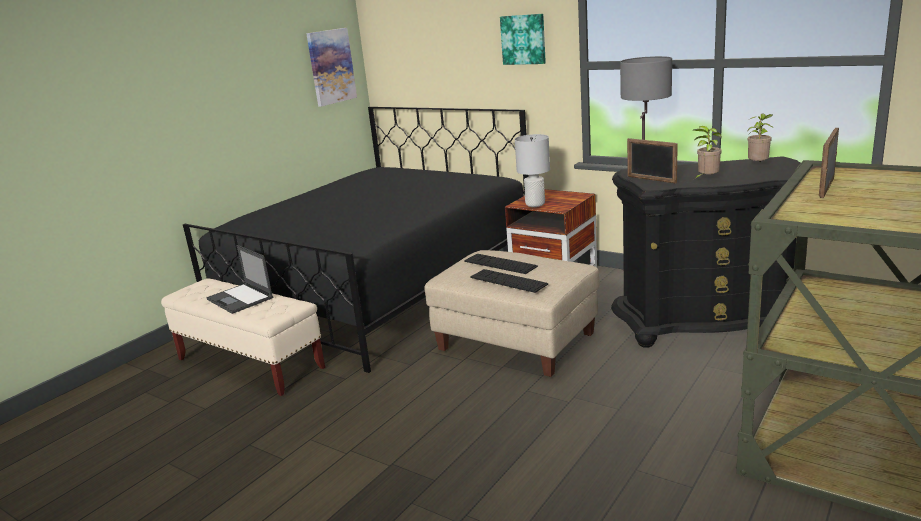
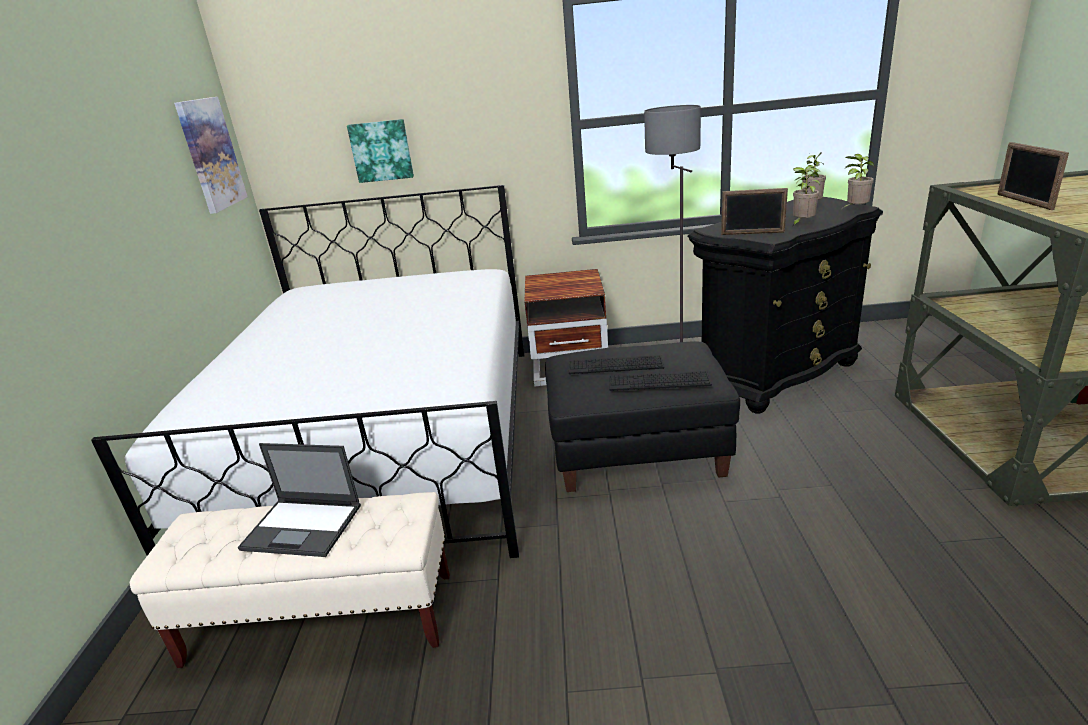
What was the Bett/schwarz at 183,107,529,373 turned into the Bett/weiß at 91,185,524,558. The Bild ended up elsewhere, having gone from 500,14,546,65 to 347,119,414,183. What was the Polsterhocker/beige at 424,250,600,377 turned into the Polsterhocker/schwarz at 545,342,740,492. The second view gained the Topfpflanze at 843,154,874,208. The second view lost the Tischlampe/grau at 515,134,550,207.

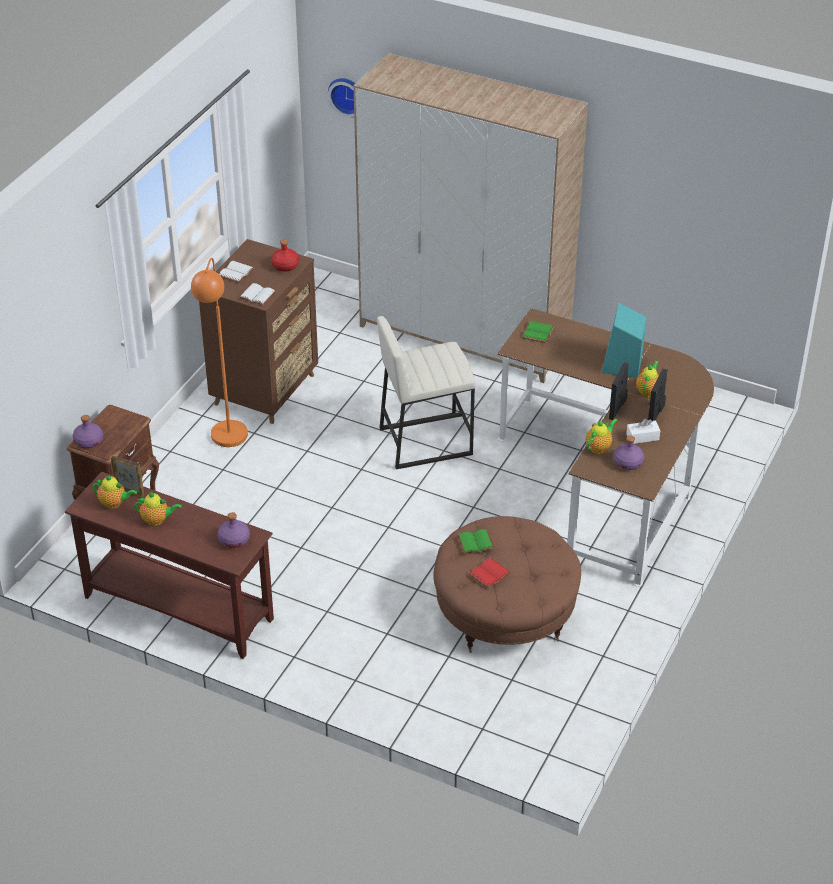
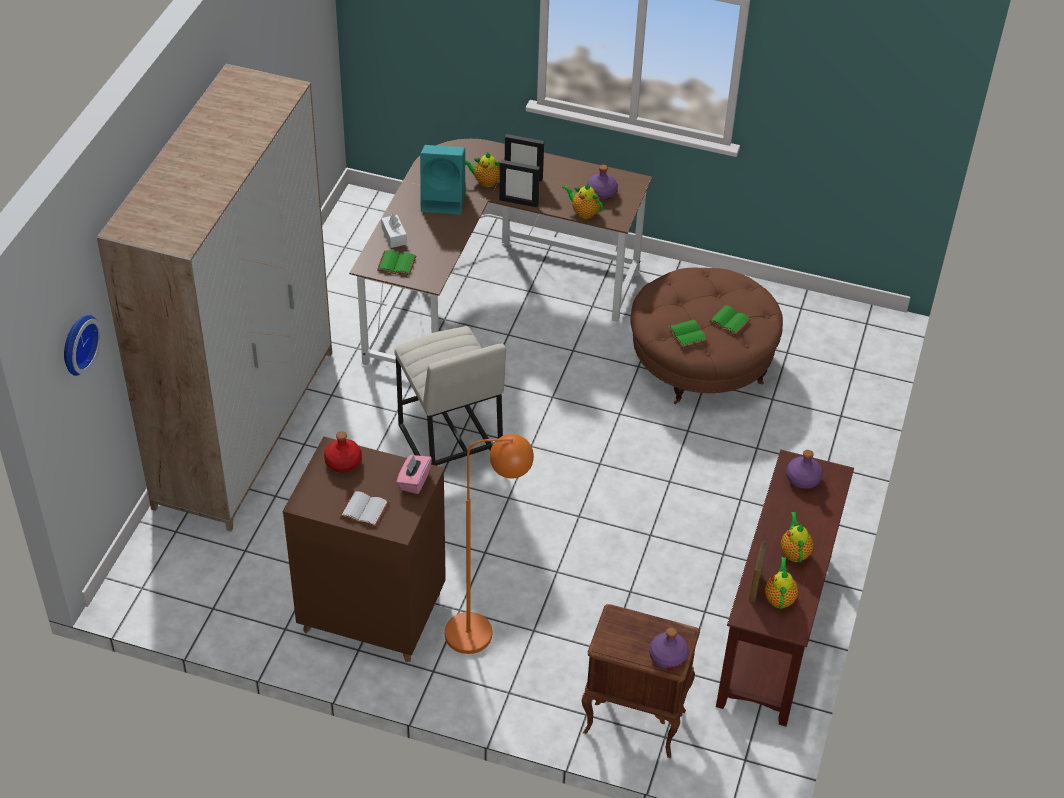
The Taschentuchbox/weiß ended up elsewhere, having gone from 626,419,660,444 to 381,214,407,248. Where the Buch/weiß stood at 238,283,276,306, the Taschentuchbox/rosa came to stand at 396,454,432,494. What was the Buch/rot at 469,558,511,589 turned into the Buch/grün at 709,305,751,335.

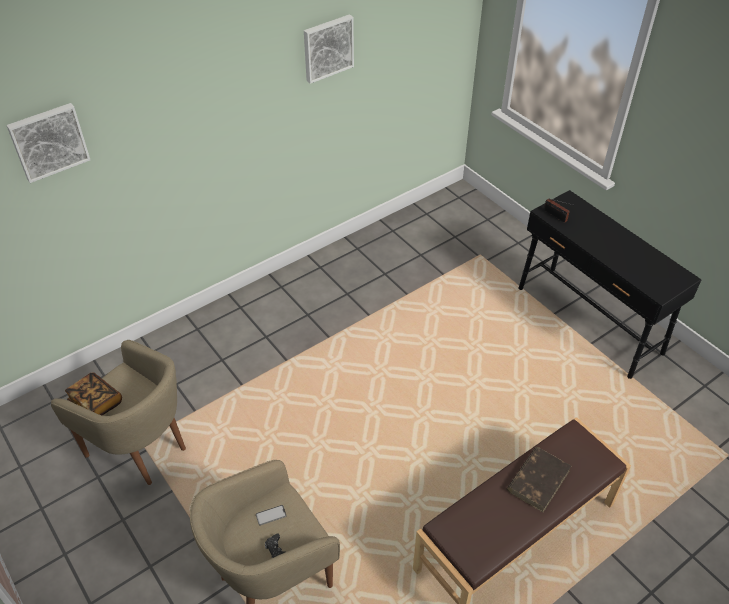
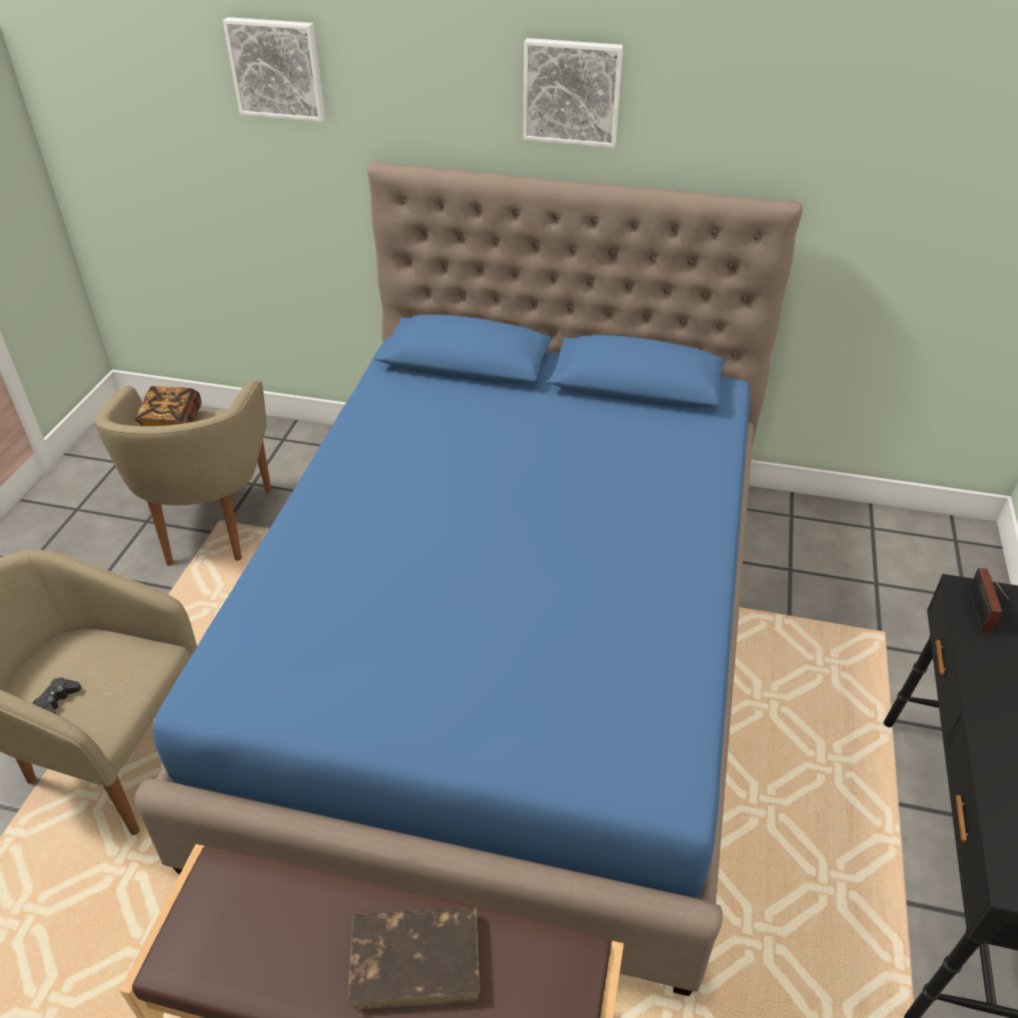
The second view gained the Bett/blau at 134,162,803,996. The Bild ended up elsewhere, having gone from 304,14,354,84 to 523,38,623,148. The second view lost the Handy at 256,505,286,526.

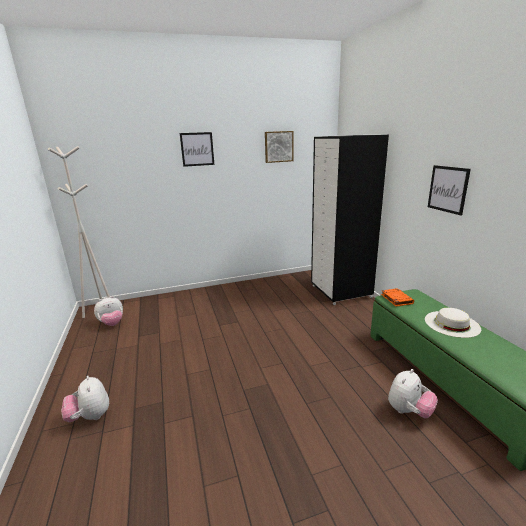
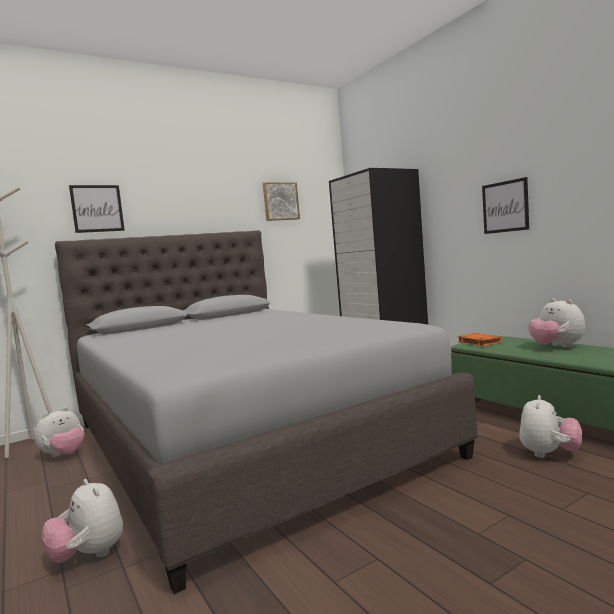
The second view gained the Bett/grau at 55,230,478,594. The Bild ended up elsewhere, having gone from 180,132,214,167 to 69,185,125,233. Where the Hut/weiß stood at 425,308,481,338, the Plüschtier came to stand at 528,298,585,348.

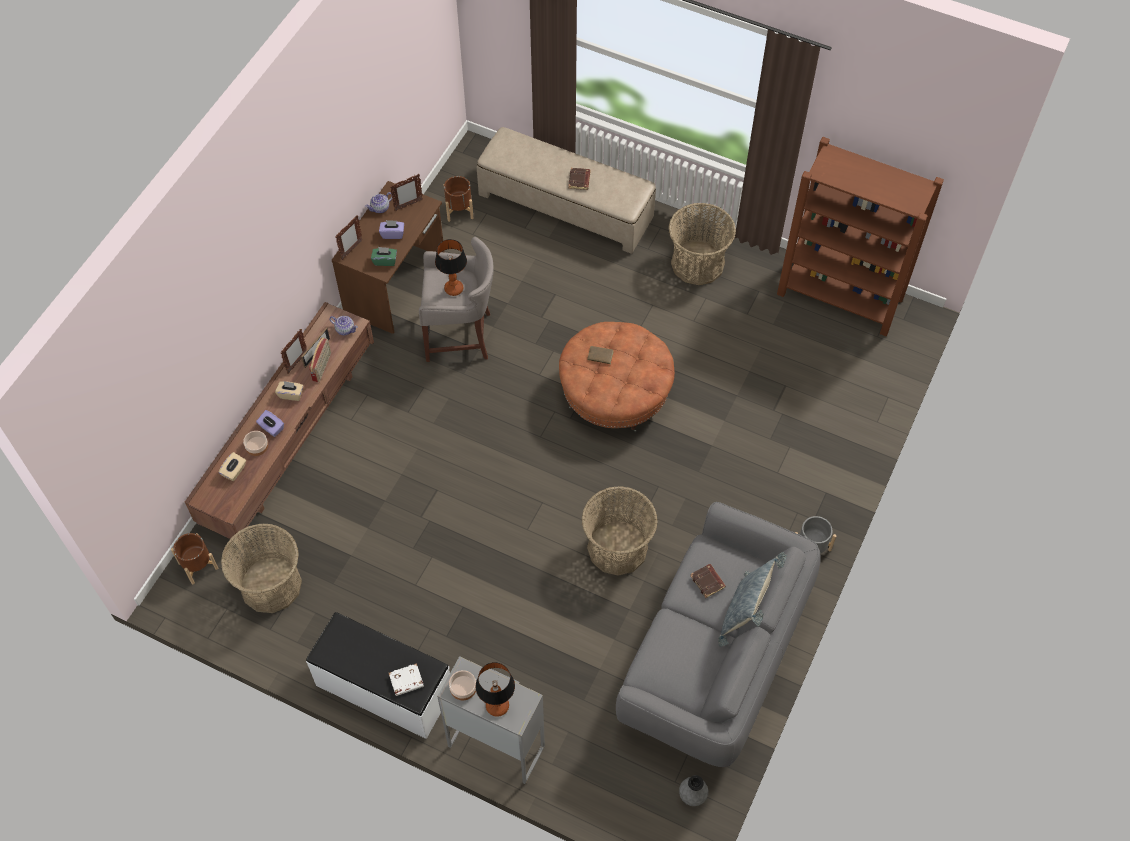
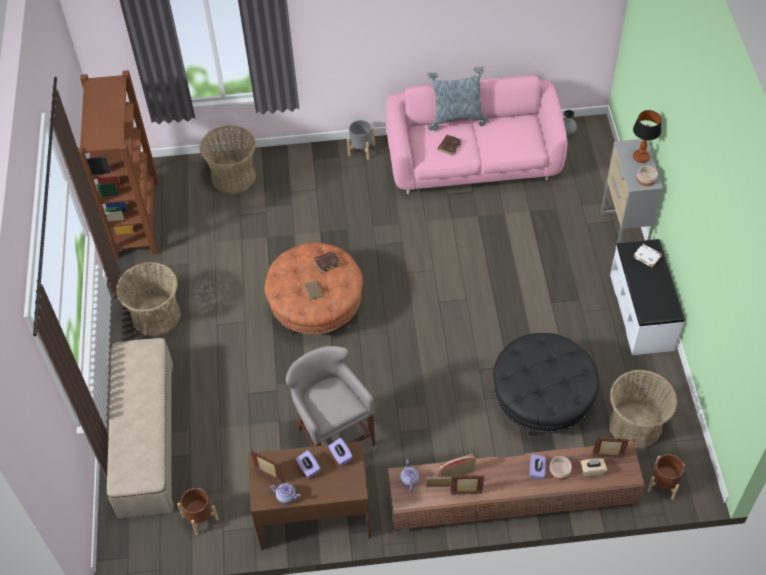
The Korb ended up elsewhere, having gone from 582,486,658,576 to 200,125,256,194. The Buch/braun ended up elsewhere, having gone from 569,168,591,190 to 313,250,341,273. What was the Taschentuchbox/grün at 371,247,397,266 turned into the Taschentuchbox/lila at 328,438,353,466. What was the Sofa/grau at 616,502,821,767 turned into the Sofa/rosa at 386,75,567,194. The second view gained the Polsterhocker/schwarz at 493,333,599,438. The Bilderrahmen ended up elsewhere, having gone from 336,215,363,260 to 592,437,630,458. The second view lost the Taschentuchbox/beige at 275,381,303,401. The second view lost the Tischlampe at 435,239,467,296.

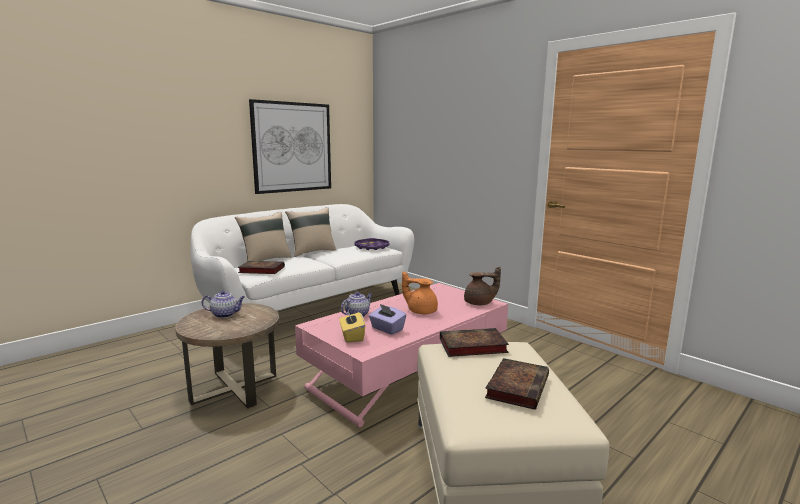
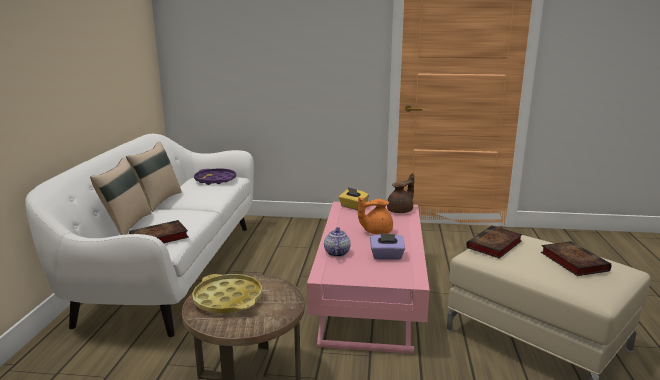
Where the Teekanne stood at 202,291,245,318, the Tablett/gelb came to stand at 192,274,262,314. The Taschentuchbox/gelb ended up elsewhere, having gone from 339,310,365,343 to 339,187,369,210. The second view lost the Bild at 249,99,331,194.

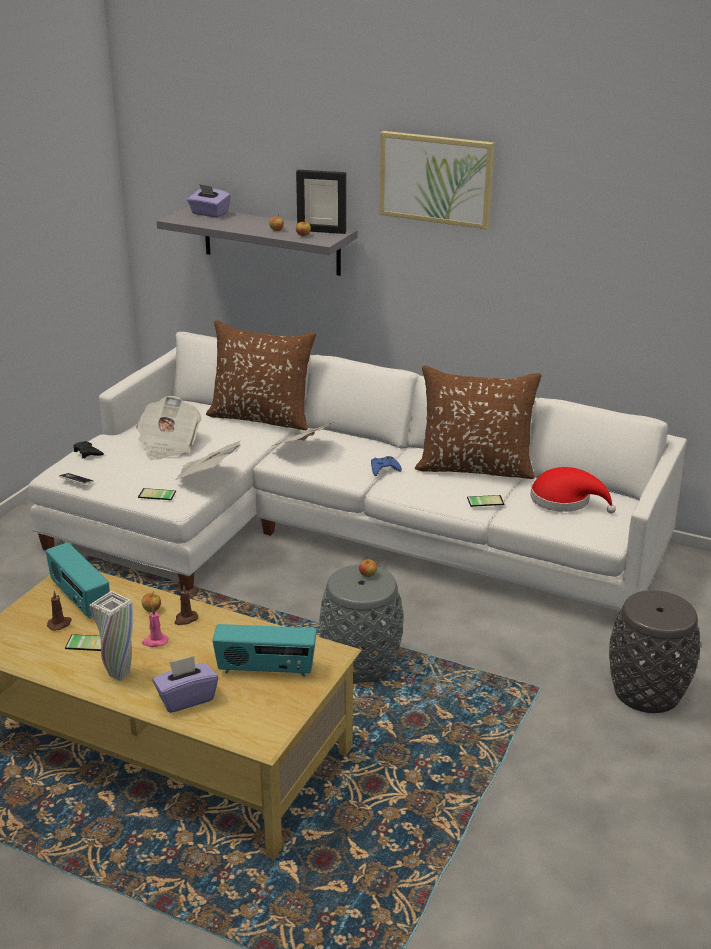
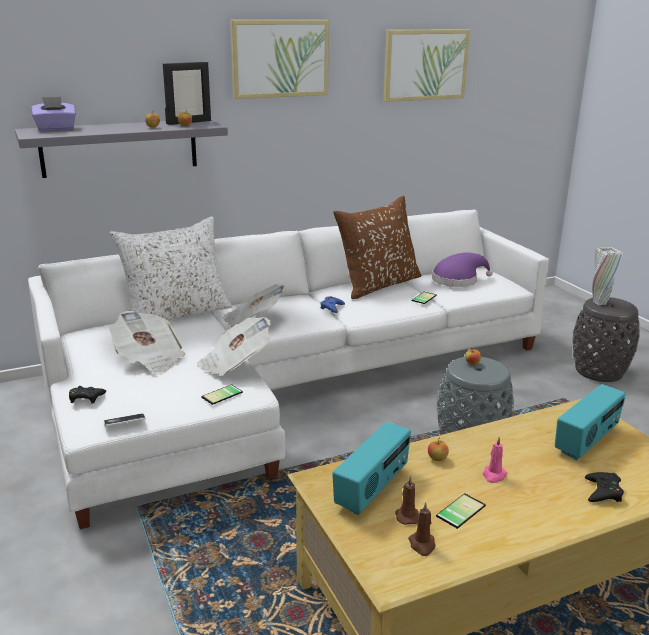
What was the Kissen/braun at 206,320,316,430 turned into the Kissen/weiß at 109,216,232,320. The Radio at 46,542,110,619 ended up facing another way, 60 degrees counterclockwise from before. The second view gained the Bild at 383,29,470,102. The Kerze/braun ended up elsewhere, having gone from 175,586,198,625 to 408,502,435,556. What was the Hut/rot at 530,467,616,513 turned into the Hut/lila at 432,253,493,287. Where the Taschentuchbox/lila stood at 152,656,218,713, the Gamepad/schwarz came to stand at 585,472,624,502. The Vase/weiß ended up elsewhere, having gone from 89,591,133,681 to 592,247,623,305.

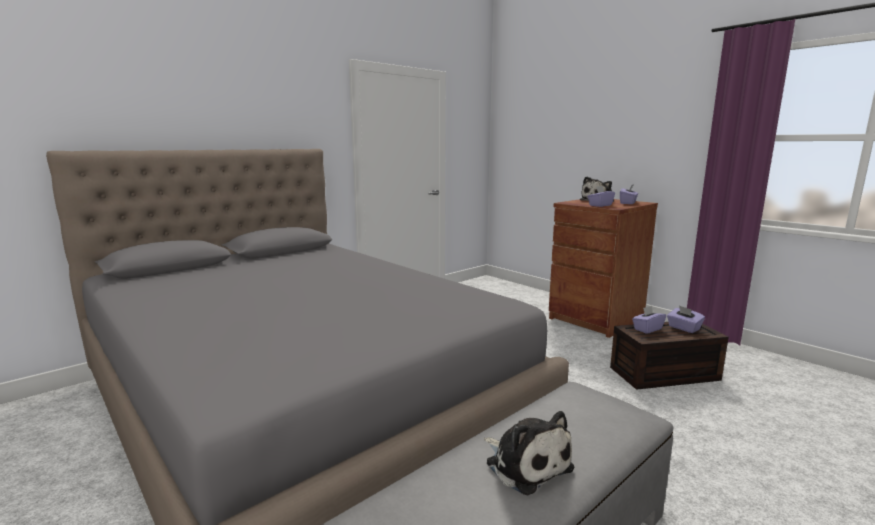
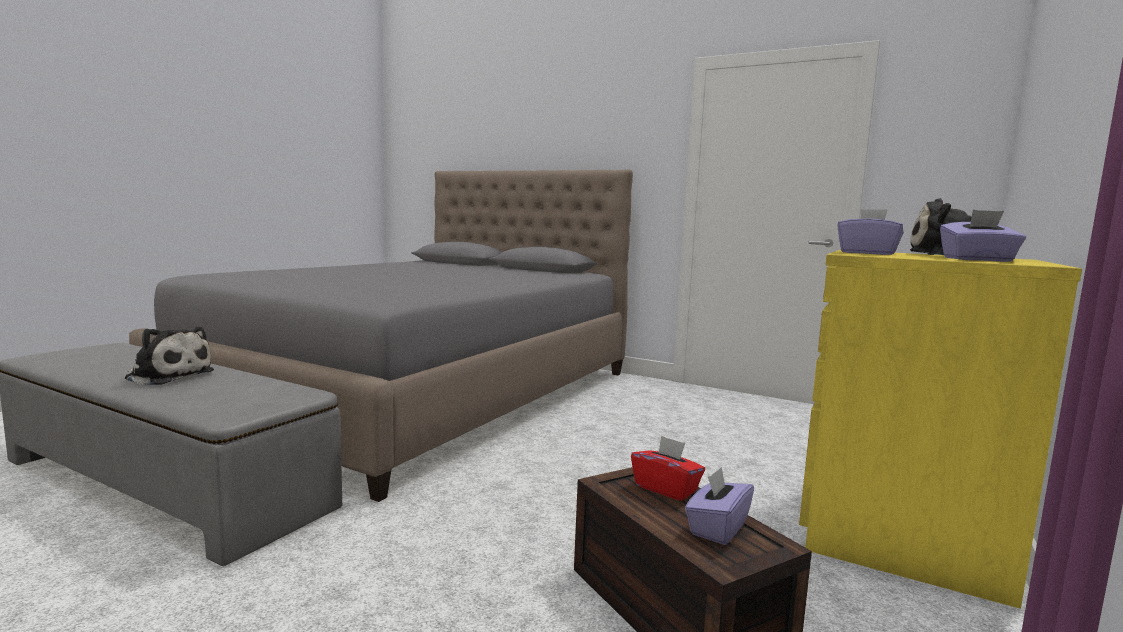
The Plüschtier at 484,411,574,496 ended up facing another way, 105 degrees counterclockwise from before. What was the Taschentuchbox/lila at 632,306,666,334 turned into the Taschentuchbox/rot at 631,435,705,501. What was the Kommode/braun at 549,199,658,338 turned into the Kommode/gelb at 799,250,1082,609.

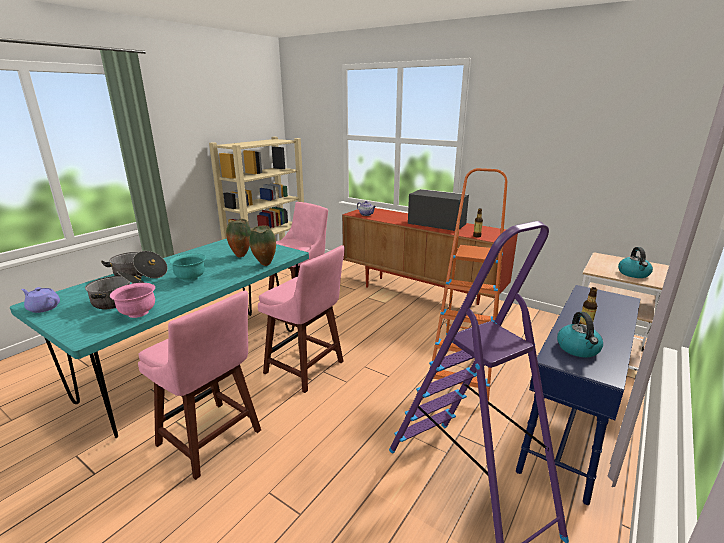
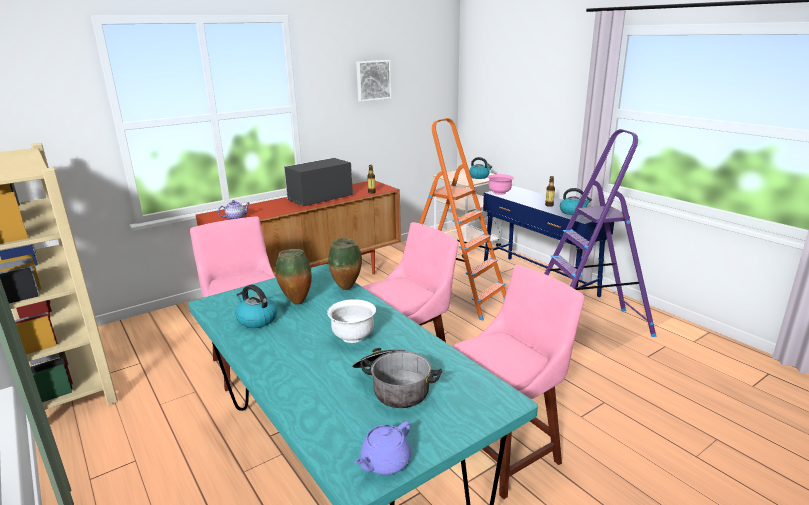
The second view gained the Wasserkessel at 236,285,277,328. What was the Schüssel/türkis at 169,253,206,282 turned into the Schüssel/weiß at 327,299,376,343. The second view gained the Bild at 356,60,391,102. The Schüssel/rosa ended up elsewhere, having gone from 110,283,155,318 to 488,174,514,195. The second view lost the Kochtopf at 101,251,168,278.

